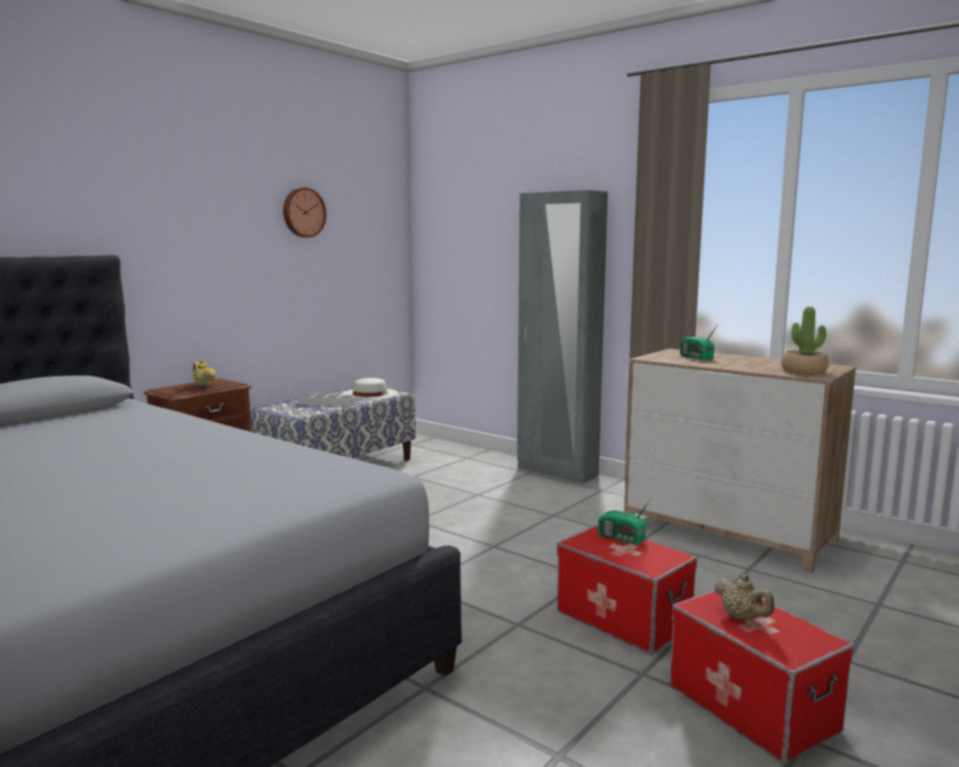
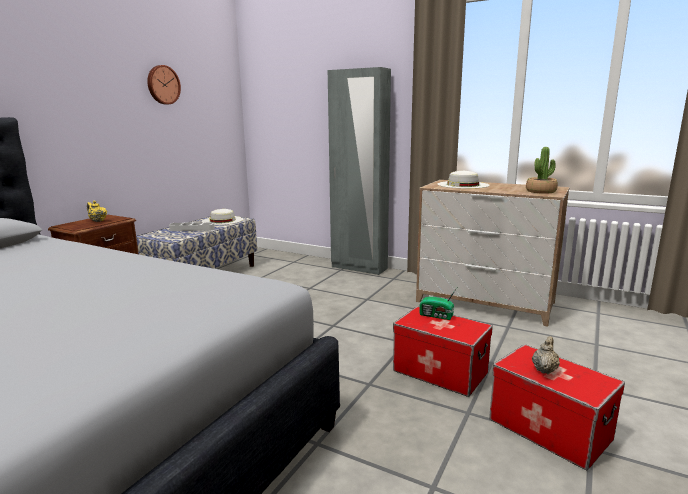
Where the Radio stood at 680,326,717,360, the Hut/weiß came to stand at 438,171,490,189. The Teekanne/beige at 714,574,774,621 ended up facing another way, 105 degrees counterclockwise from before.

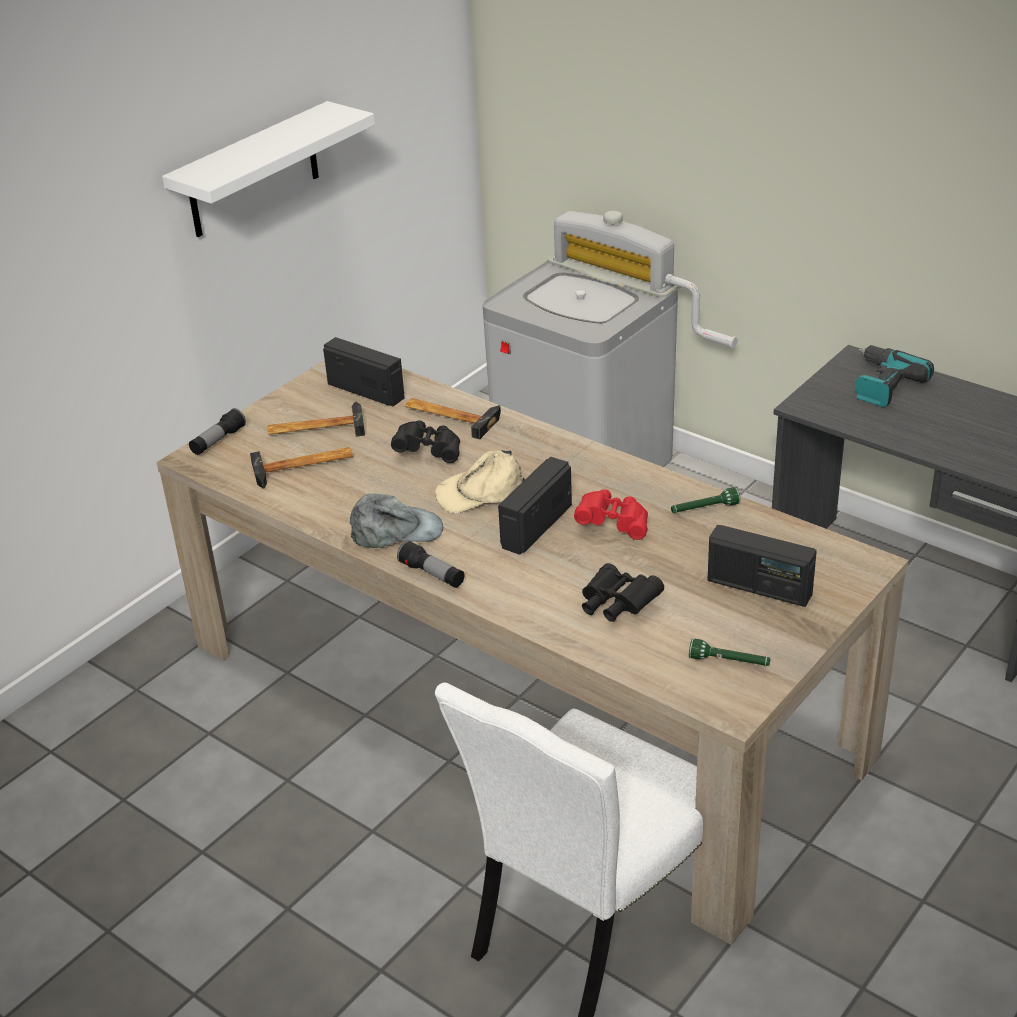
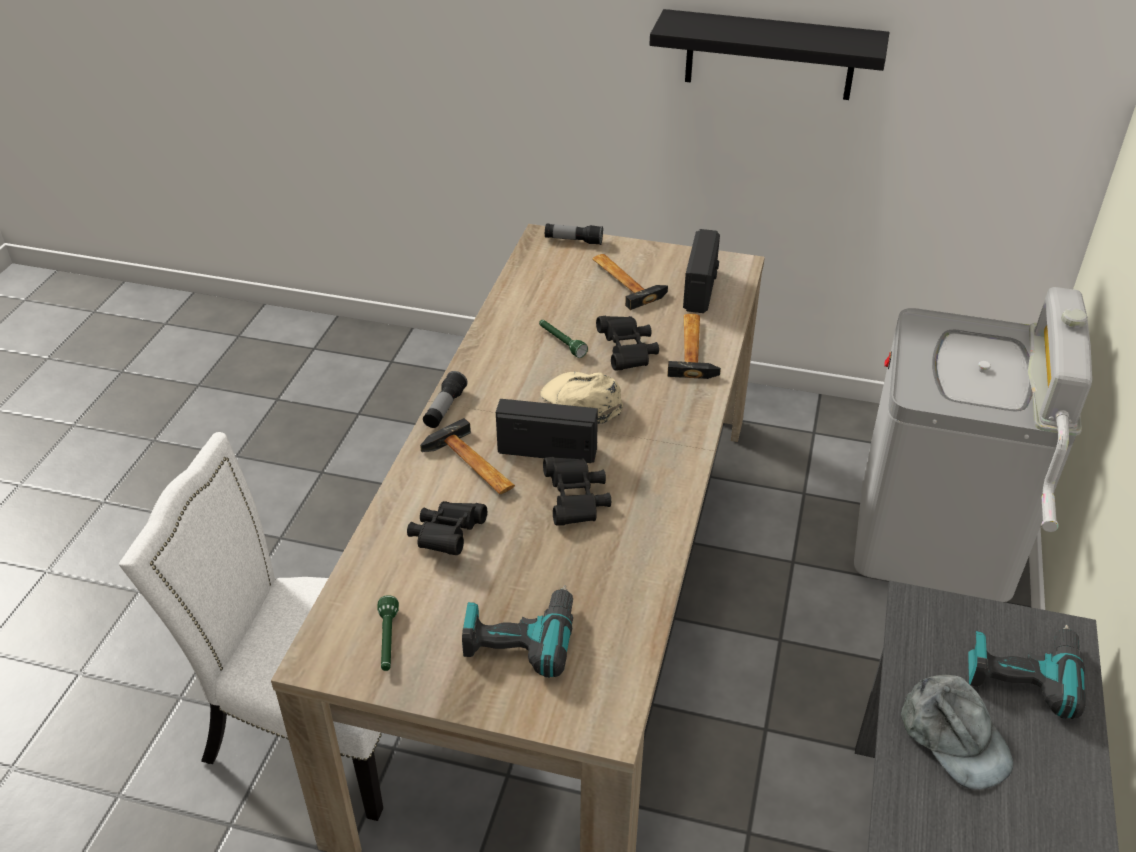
The Hammer ended up elsewhere, having gone from 250,447,353,489 to 420,418,515,494. Where the Radio stood at 708,525,817,607, the Bohrmaschine came to stand at 462,585,573,678. The Taschenlampe/grün ended up elsewhere, having gone from 671,487,740,513 to 539,320,588,358. What was the Fernglas/rot at 574,489,648,540 turned into the Fernglas/schwarz at 543,457,611,526. What was the Wandregal/weiß at 162,101,375,237 turned into the Wandregal/schwarz at 649,9,890,100. The Kappe/grau ended up elsewhere, having gone from 350,493,443,548 to 901,675,1014,790.

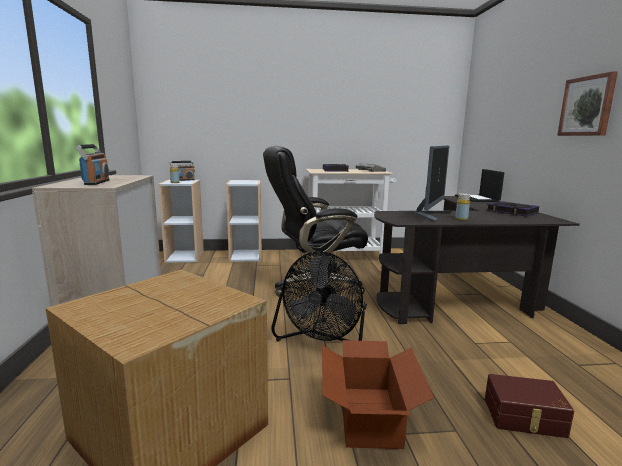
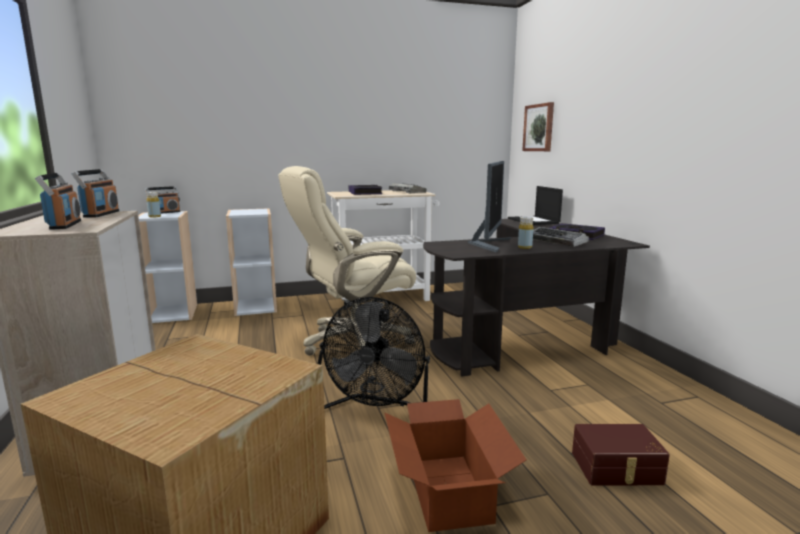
The second view gained the Radio at 72,169,119,218. What was the Bürostuhl/schwarz at 263,146,368,306 turned into the Bürostuhl/beige at 278,166,416,356. The Bild ended up elsewhere, having gone from 557,71,618,136 to 522,102,554,151. The second view gained the Tastatur at 533,227,589,247.

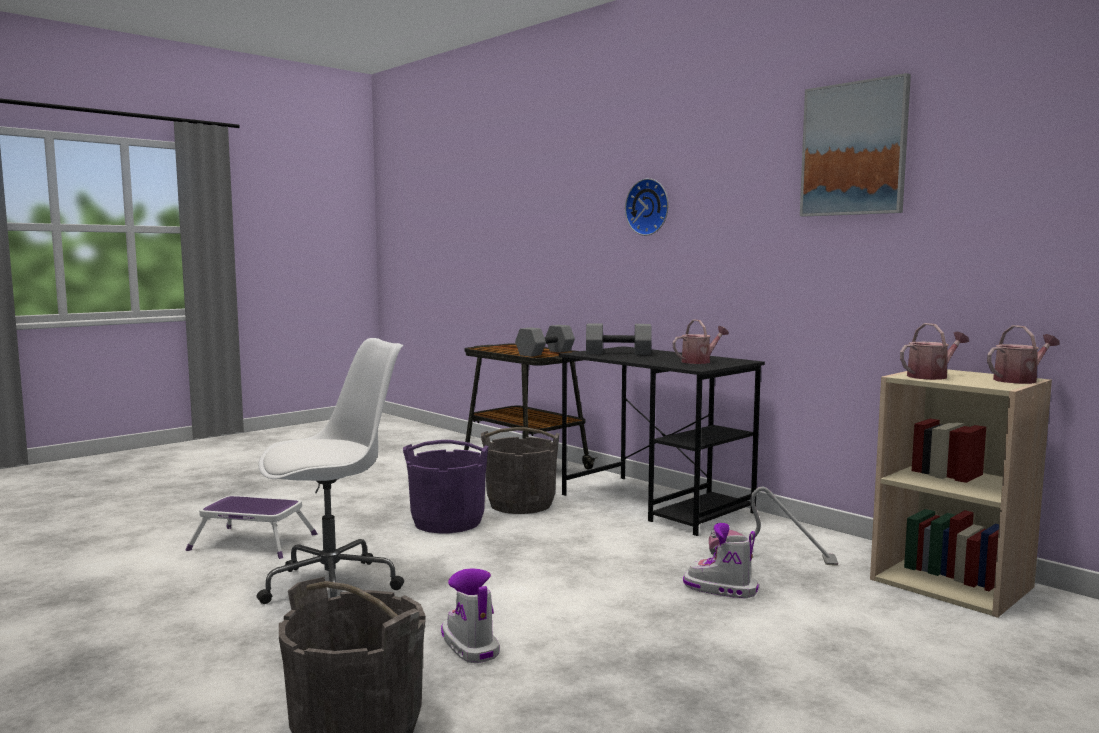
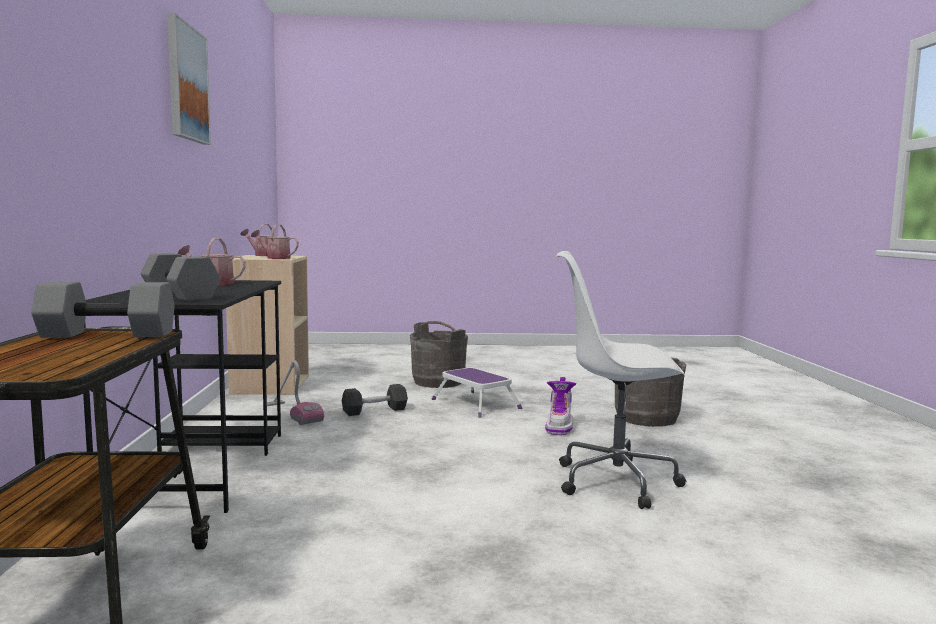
Where the Stiefel stood at 683,523,759,598, the Hantel/grau came to stand at 342,384,408,416. The Eimer/grau ended up elsewhere, having gone from 481,427,560,514 to 410,321,468,388. The Trittleiter/lila ended up elsewhere, having gone from 185,495,317,559 to 431,368,522,418. The second view lost the Eimer/lila at 403,440,489,534. The second view lost the Wanduhr at 625,178,669,236.

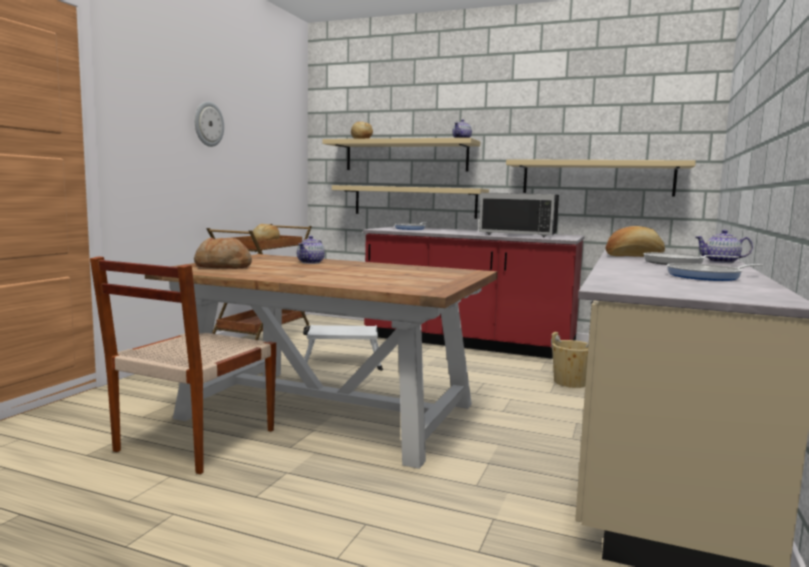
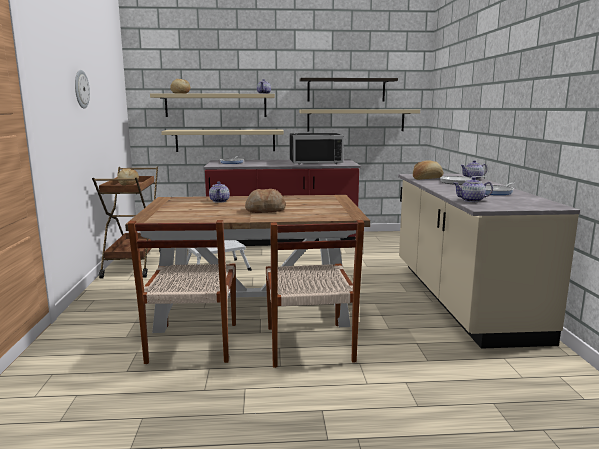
The Brot ended up elsewhere, having gone from 194,238,252,269 to 245,189,286,213. The second view gained the Stuhl at 266,220,364,368. The second view gained the Wandregal at 299,78,398,102. The second view gained the Teekanne at 453,177,493,202. The second view lost the Eimer/beige at 551,332,589,388.

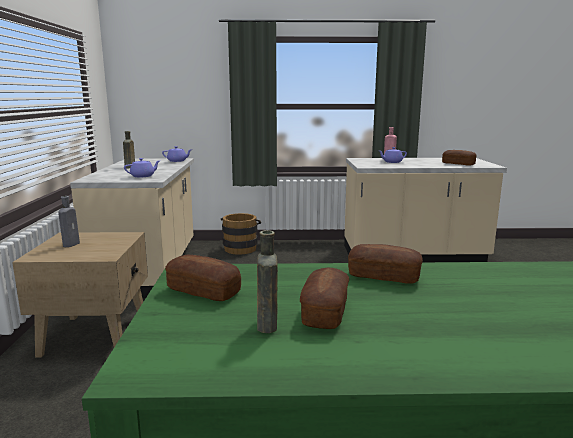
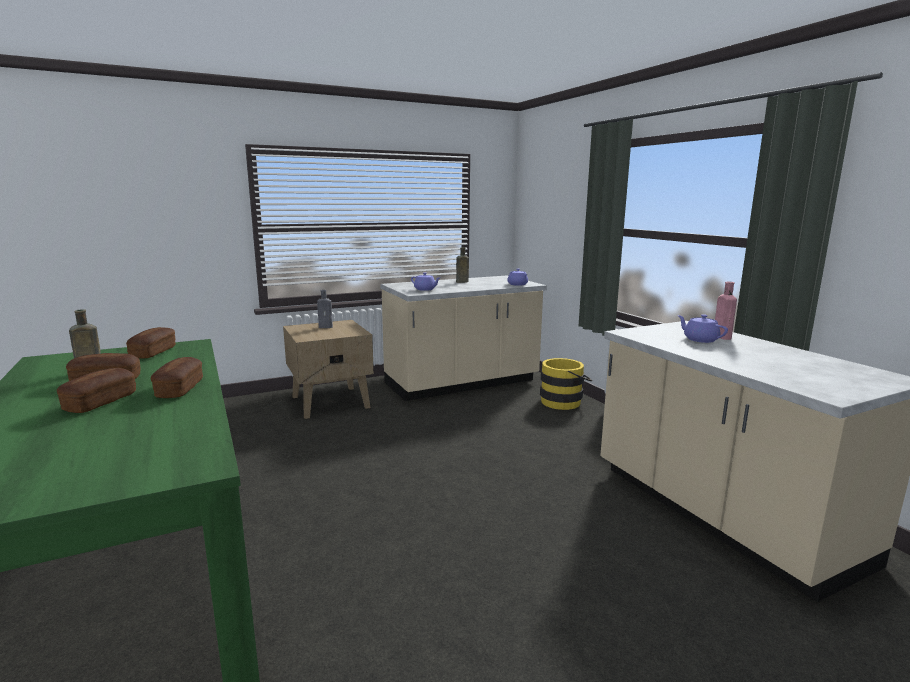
The Brot ended up elsewhere, having gone from 442,150,477,166 to 57,368,136,413. What was the Eimer/braun at 220,213,261,254 turned into the Eimer/gelb at 540,358,592,410.

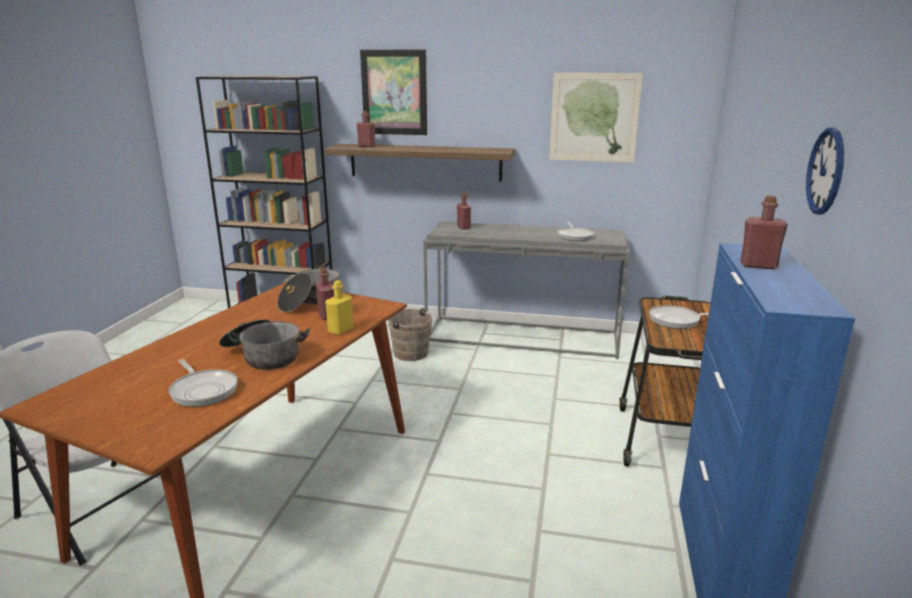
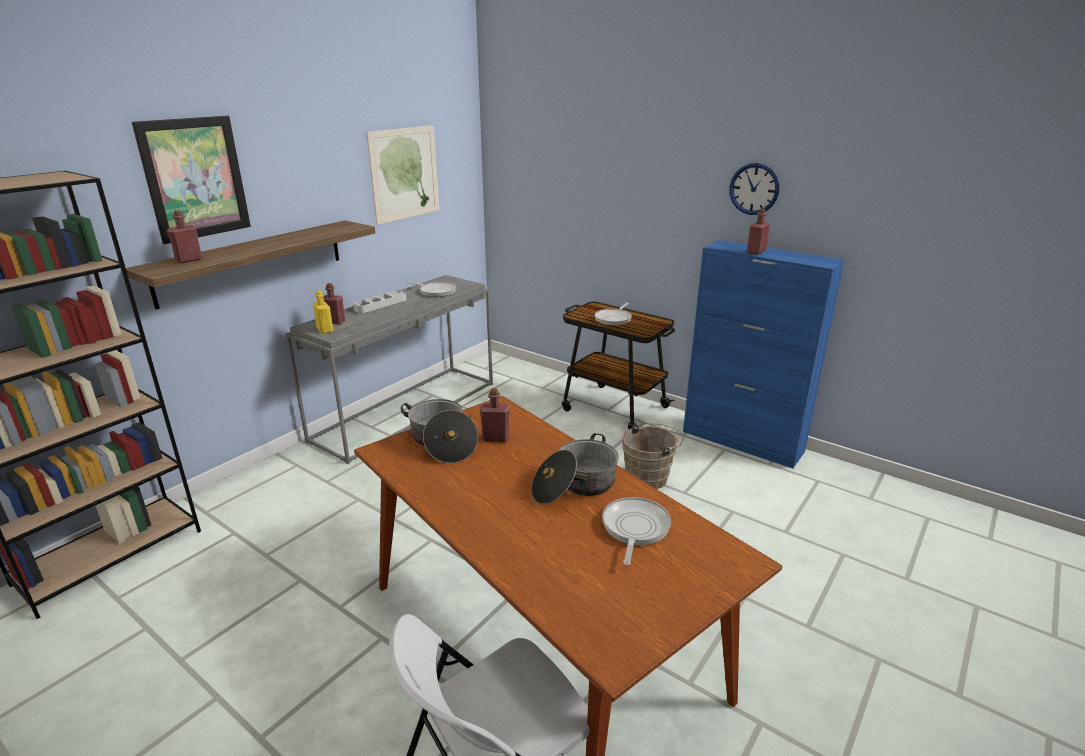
The Flasche/gelb ended up elsewhere, having gone from 325,280,354,335 to 313,290,333,334. The second view gained the Tablett/grau at 353,290,406,313. The Pfanne at 169,359,238,407 ended up facing another way, 60 degrees counterclockwise from before. The Eimer/braun ended up elsewhere, having gone from 388,308,437,361 to 622,423,683,489.

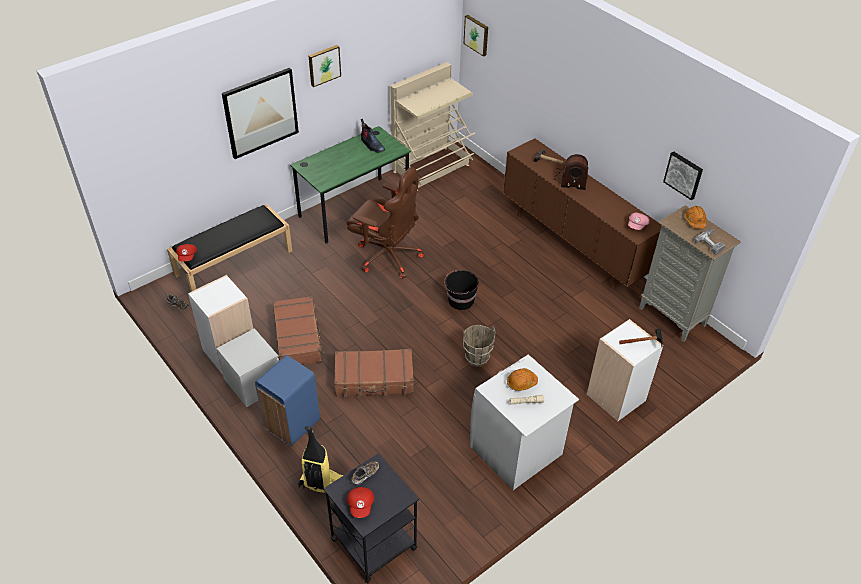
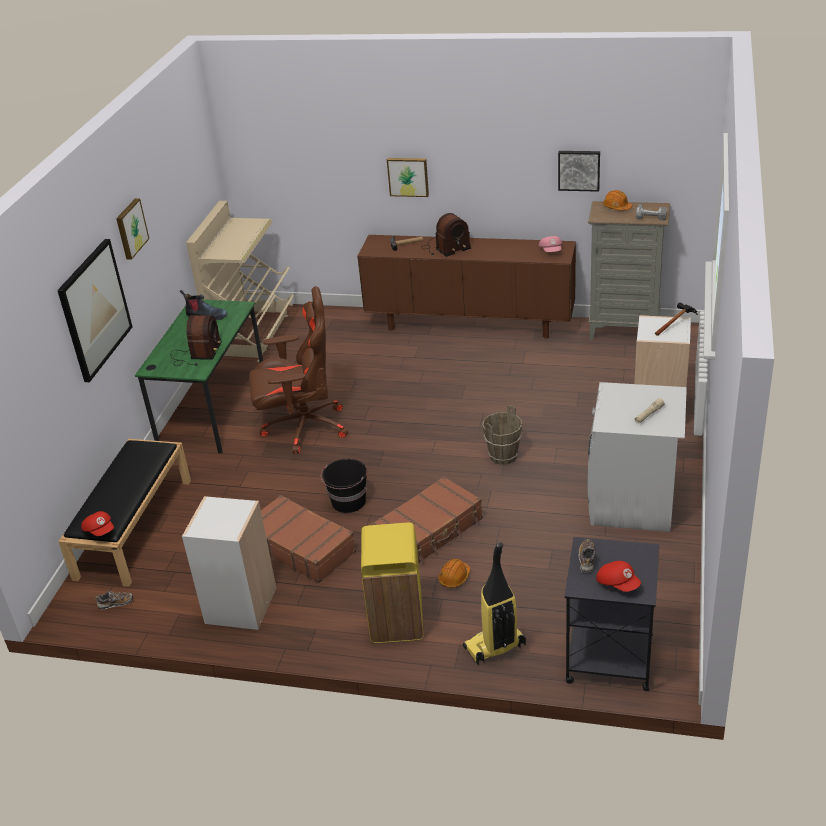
The second view gained the Radio at 170,315,222,366. The Eimer/schwarz ended up elsewhere, having gone from 444,270,479,310 to 321,459,367,513. What was the Mülleimer/blau at 255,355,320,446 turned into the Mülleimer/gelb at 361,523,423,643. The Bild ended up elsewhere, having gone from 464,15,488,57 to 387,158,429,197. The Schutzhelm/orange ended up elsewhere, having gone from 507,368,538,391 to 438,559,470,588. The second view lost the Nachttisch/weiß at 217,328,279,407.

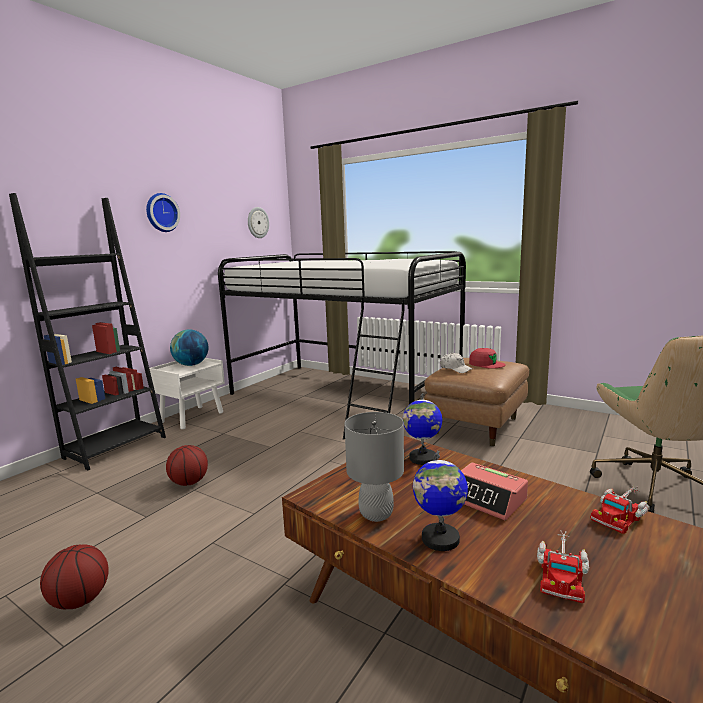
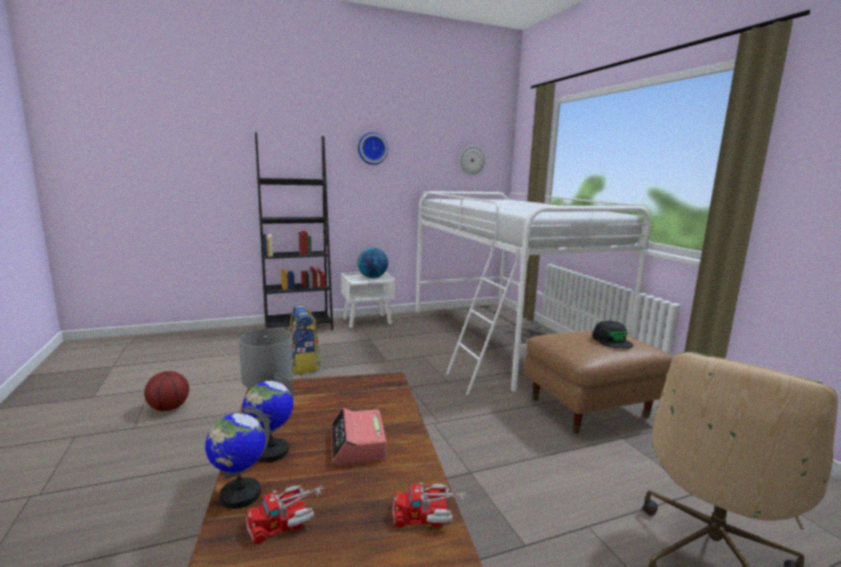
The Globus ended up elsewhere, having gone from 403,393,442,465 to 205,406,270,509. Where the Basketball stood at 166,445,208,486, the Rucksack came to stand at 289,305,321,374. What was the Bett/schwarz at 218,251,466,440 turned into the Bett/weiß at 416,191,651,395. What was the Kappe/rot at 469,348,506,369 turned into the Kappe/schwarz at 592,321,633,349. The second view lost the Kappe/weiß at 440,353,473,373.

